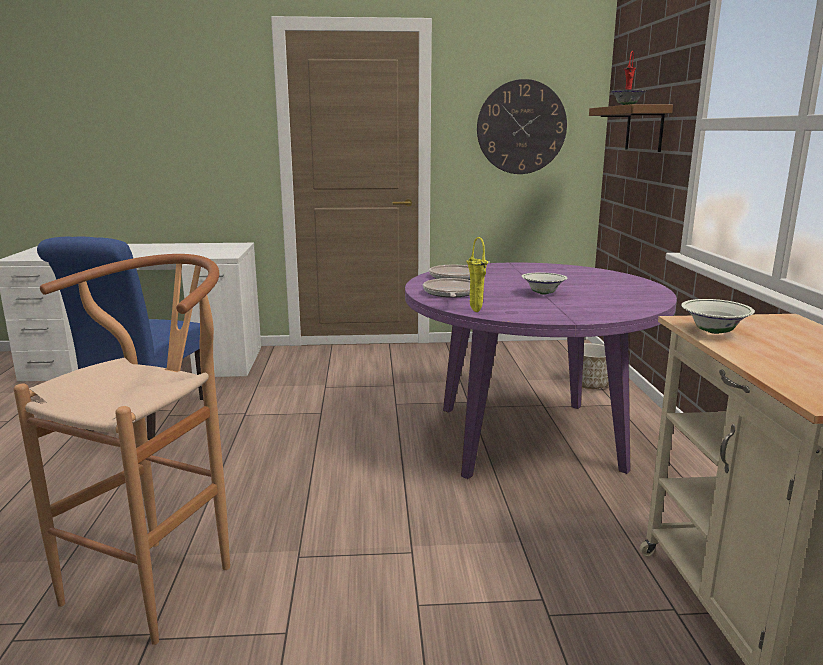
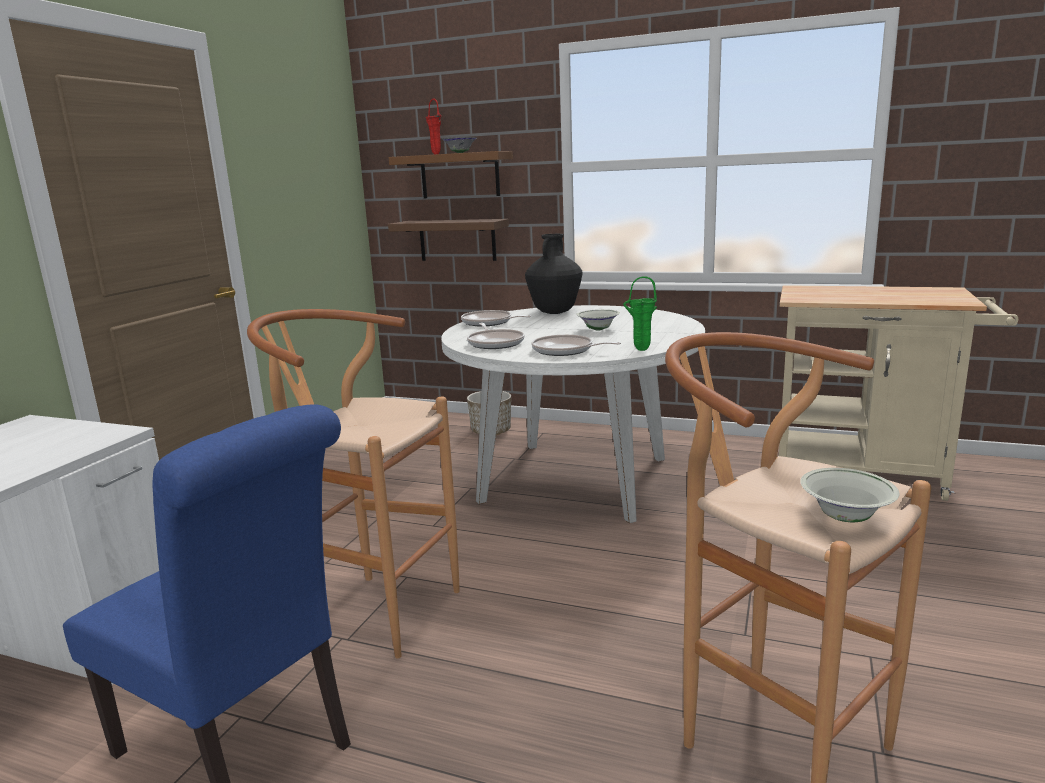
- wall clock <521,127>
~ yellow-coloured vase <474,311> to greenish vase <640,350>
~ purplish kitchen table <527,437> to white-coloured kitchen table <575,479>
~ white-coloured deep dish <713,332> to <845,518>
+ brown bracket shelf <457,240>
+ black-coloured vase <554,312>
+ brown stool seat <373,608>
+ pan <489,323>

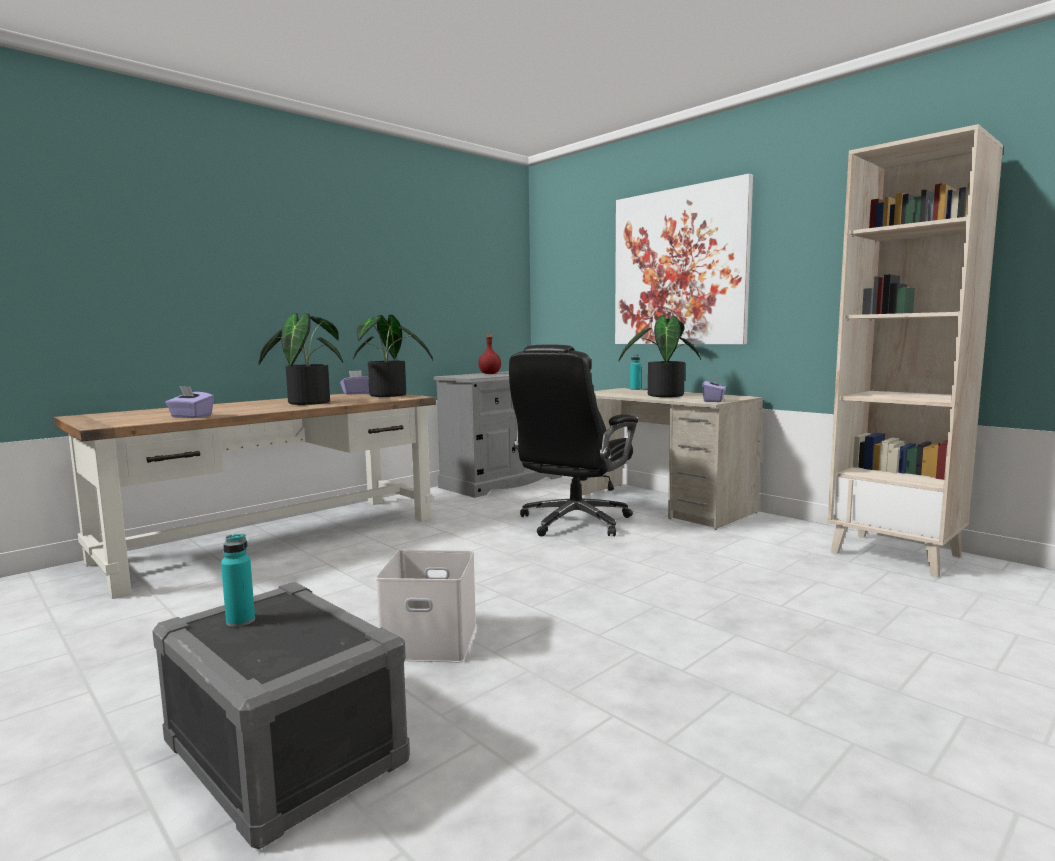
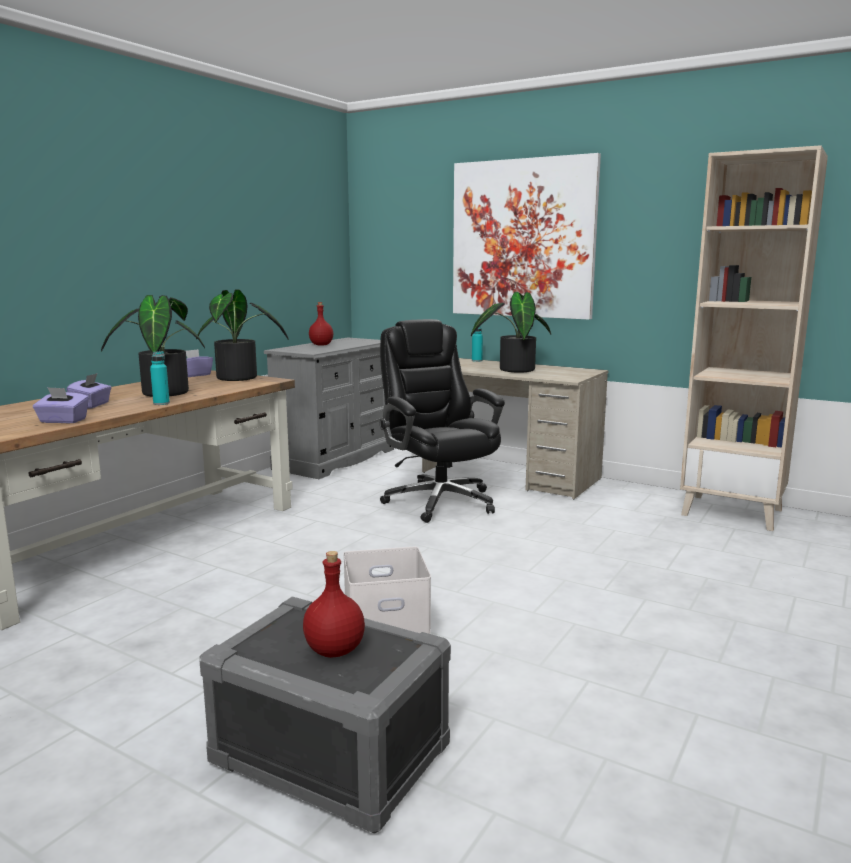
~ black-coloured computer chair <573,522> = <439,501> 135 degrees clockwise
~ purplish box of tissues <713,401> to <91,405>
~ turquoise-coloured bottle <240,621> to <161,403>
+ red bottle <335,650>

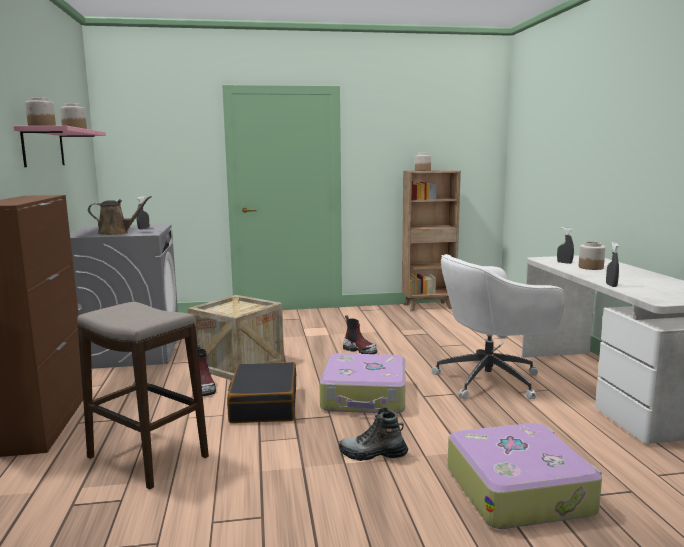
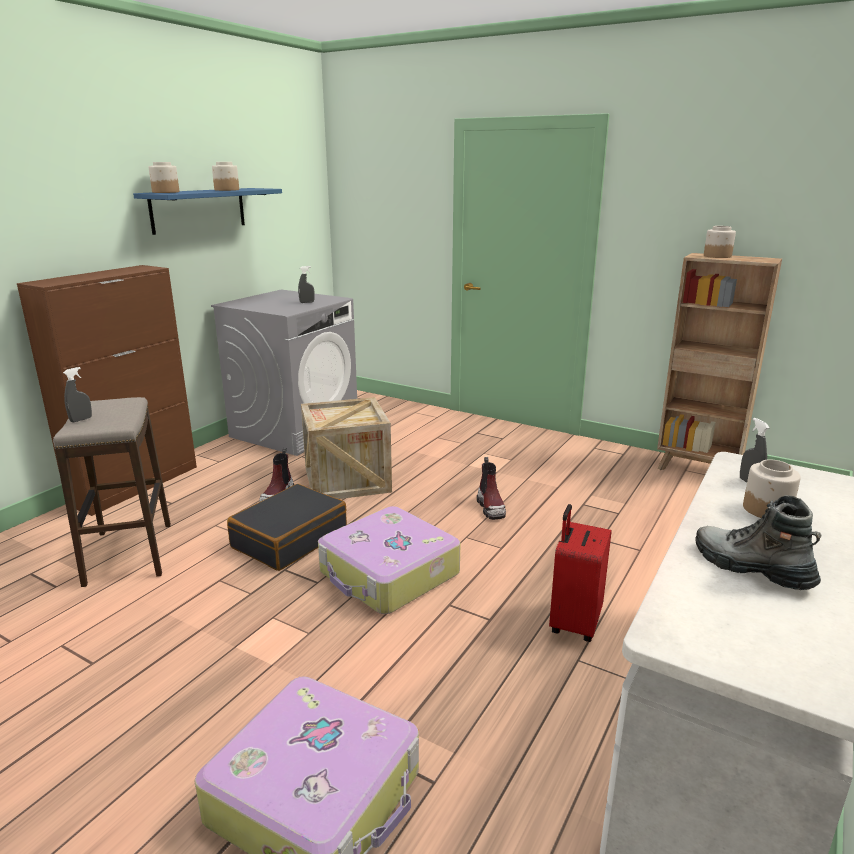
~ pink bracket shelf <43,147> to blue-coloured bracket shelf <198,210>
- brown watering pot <116,233>
~ grey hand sprayer <611,285> to <81,420>
~ white-coloured computer chair <491,380> to red suitcase <573,623>
~ boot <373,454> to <751,568>

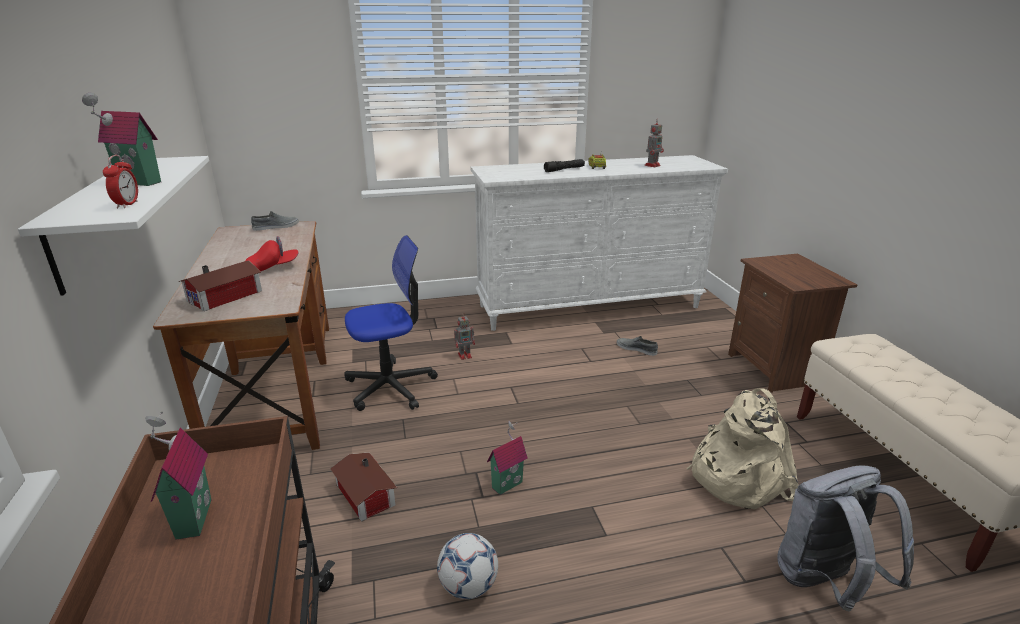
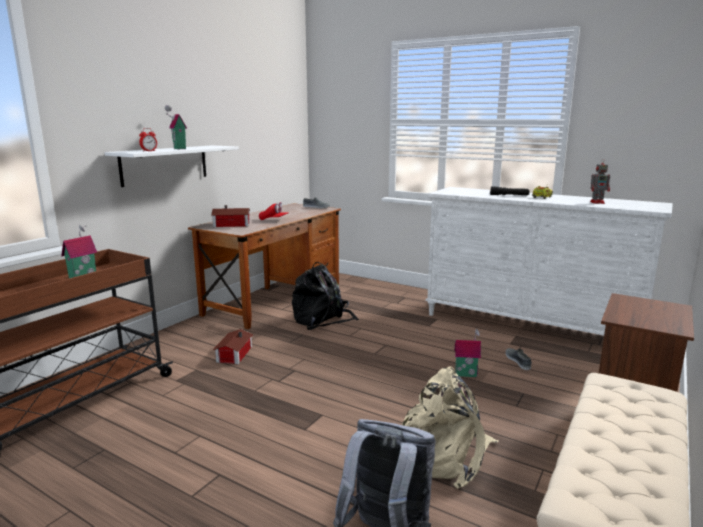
~ computer chair <391,387> to black-coloured rucksack <322,319>
- toy robot <465,355>
~ model house <506,483> to <466,373>
- football <468,586>

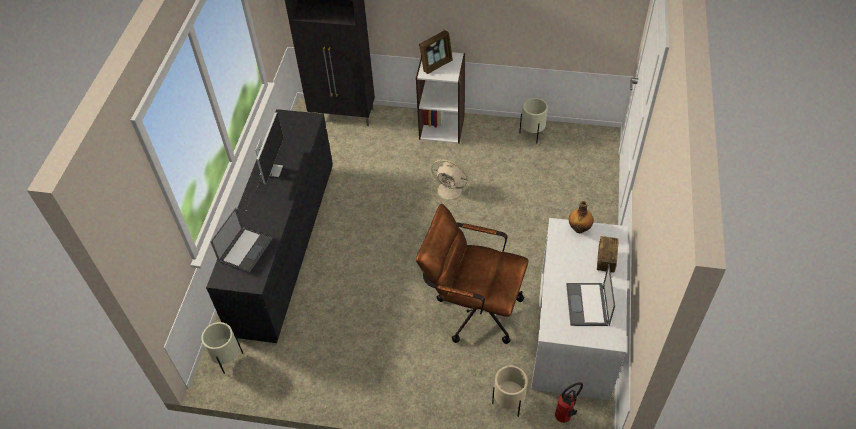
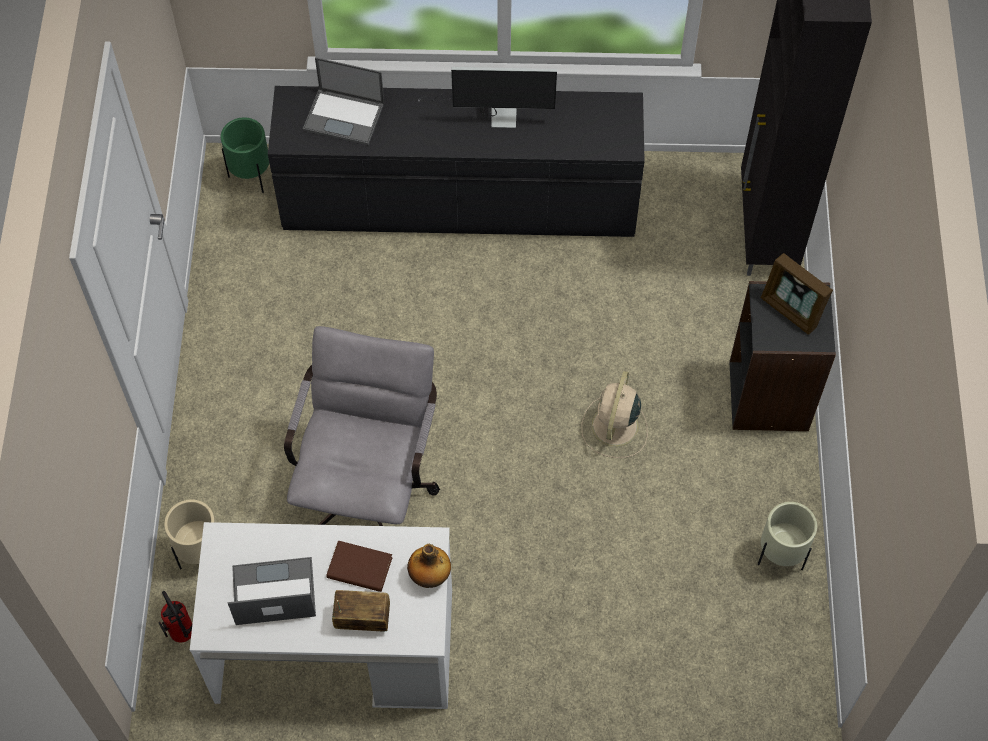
~ white-coloured shelving unit <442,127> to black-coloured shelving unit <769,396>
~ brown computer chair <472,308> to grey computer chair <369,486>
~ beige flower pot <228,360> to greenish flower pot <251,177>
+ brown book <359,568>

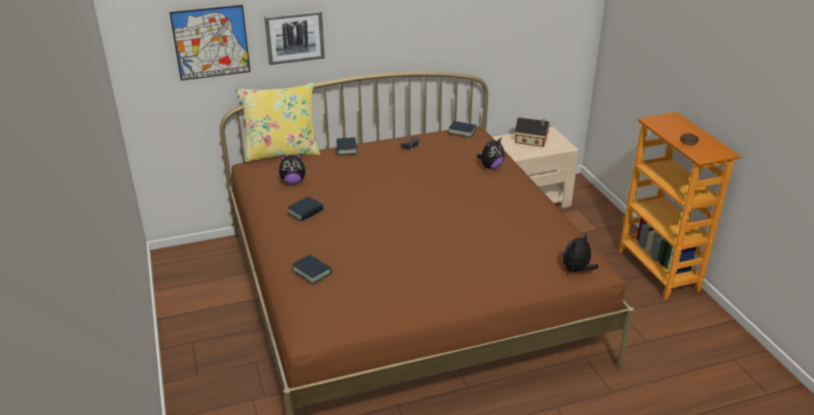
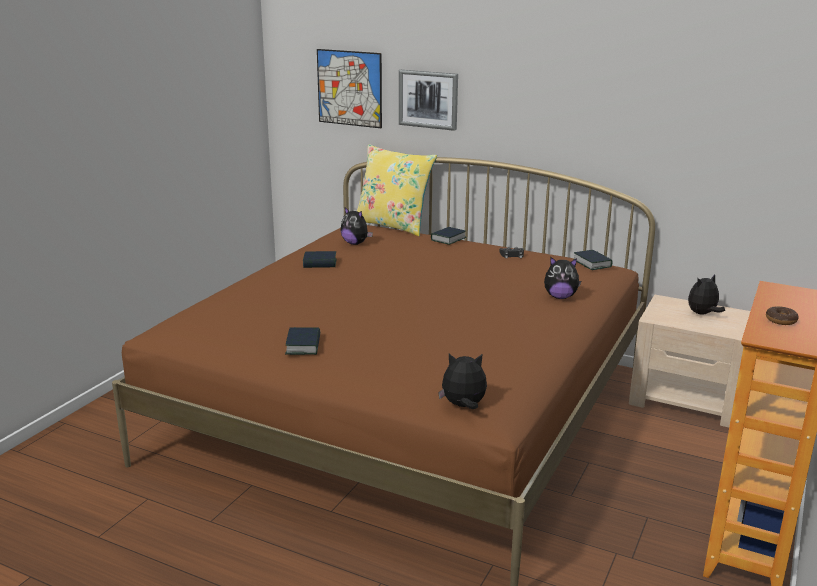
~ model house <532,141> to plush toy <702,314>
~ book <312,272> to <303,345>

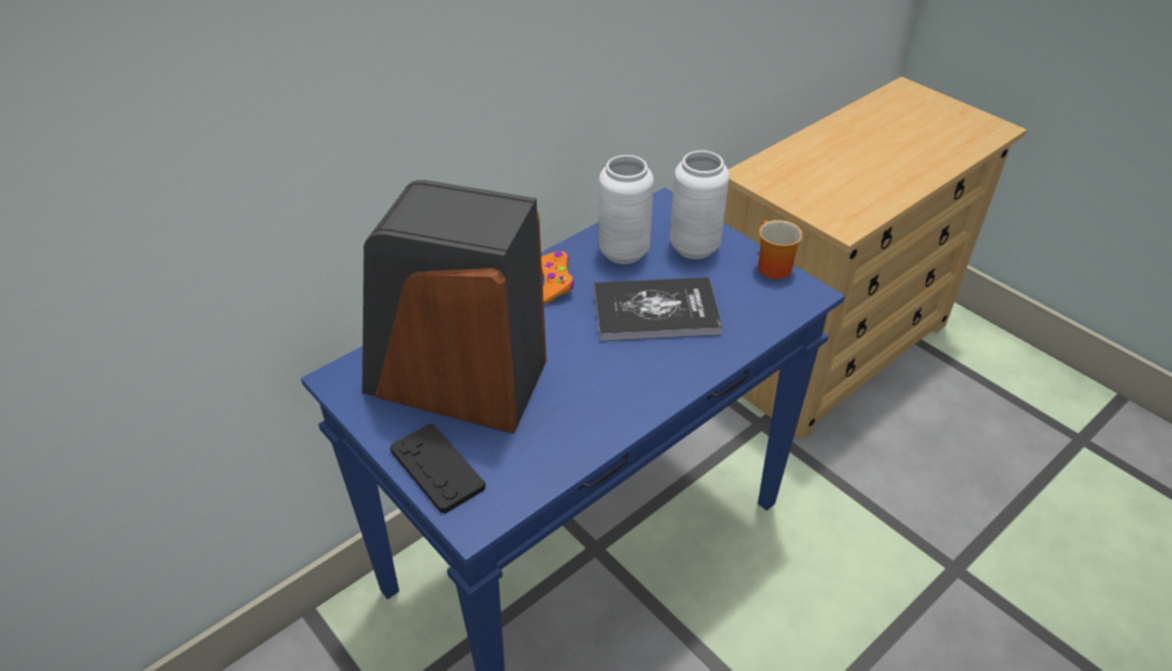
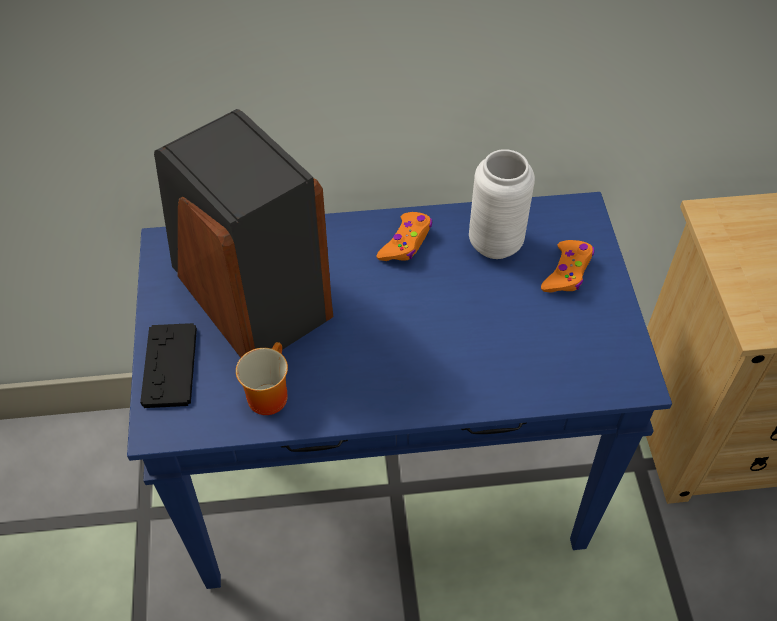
~ white-coloured vase <694,247> to orange-coloured joypad <567,272>
~ mug <770,266> to <266,393>
- book <656,311>

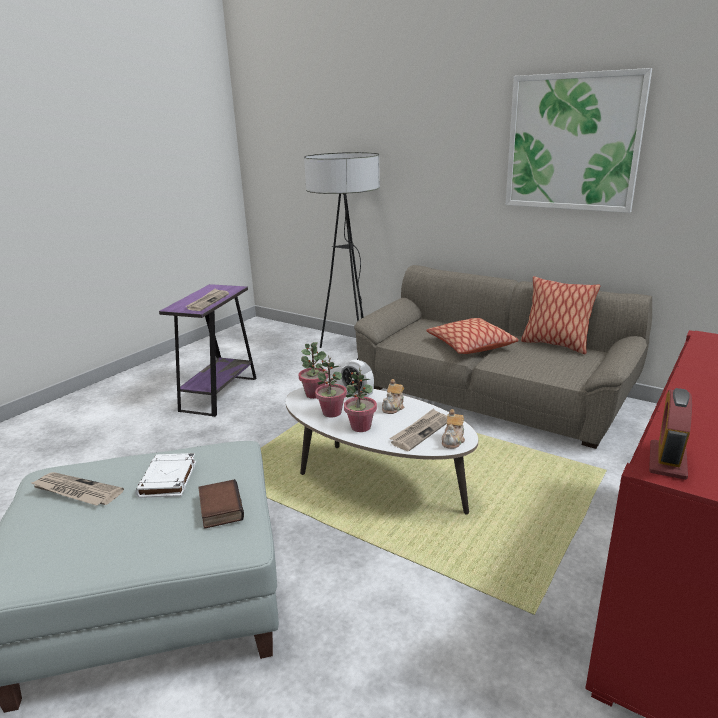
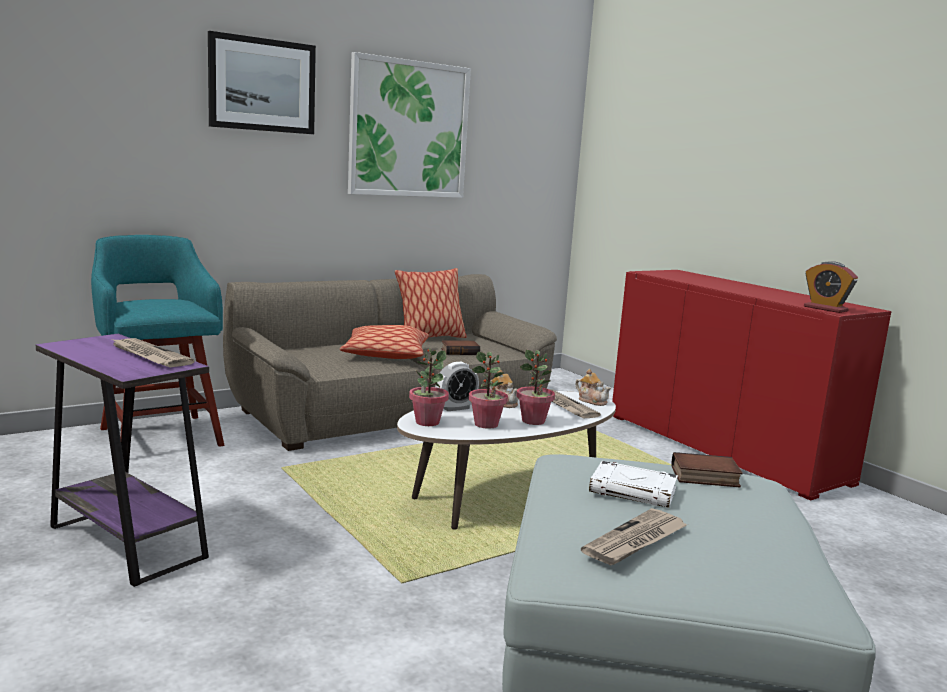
~ standard lamp <349,353> to turquoise-coloured stool seat <160,435>
+ picture <262,85>
+ book <460,351>

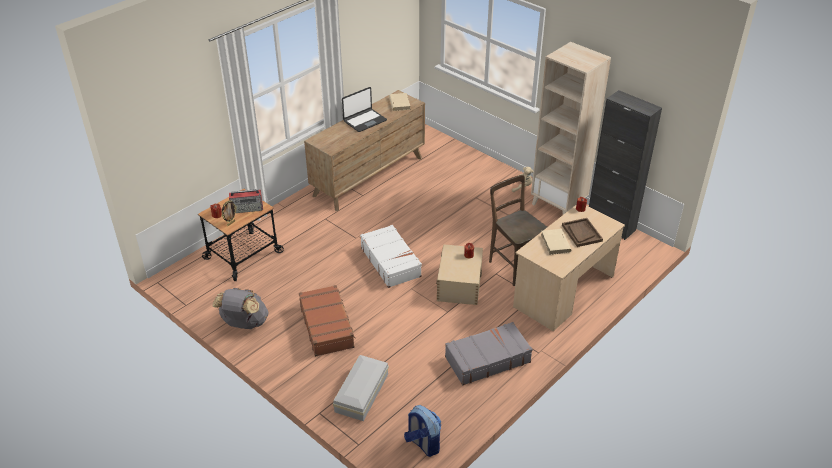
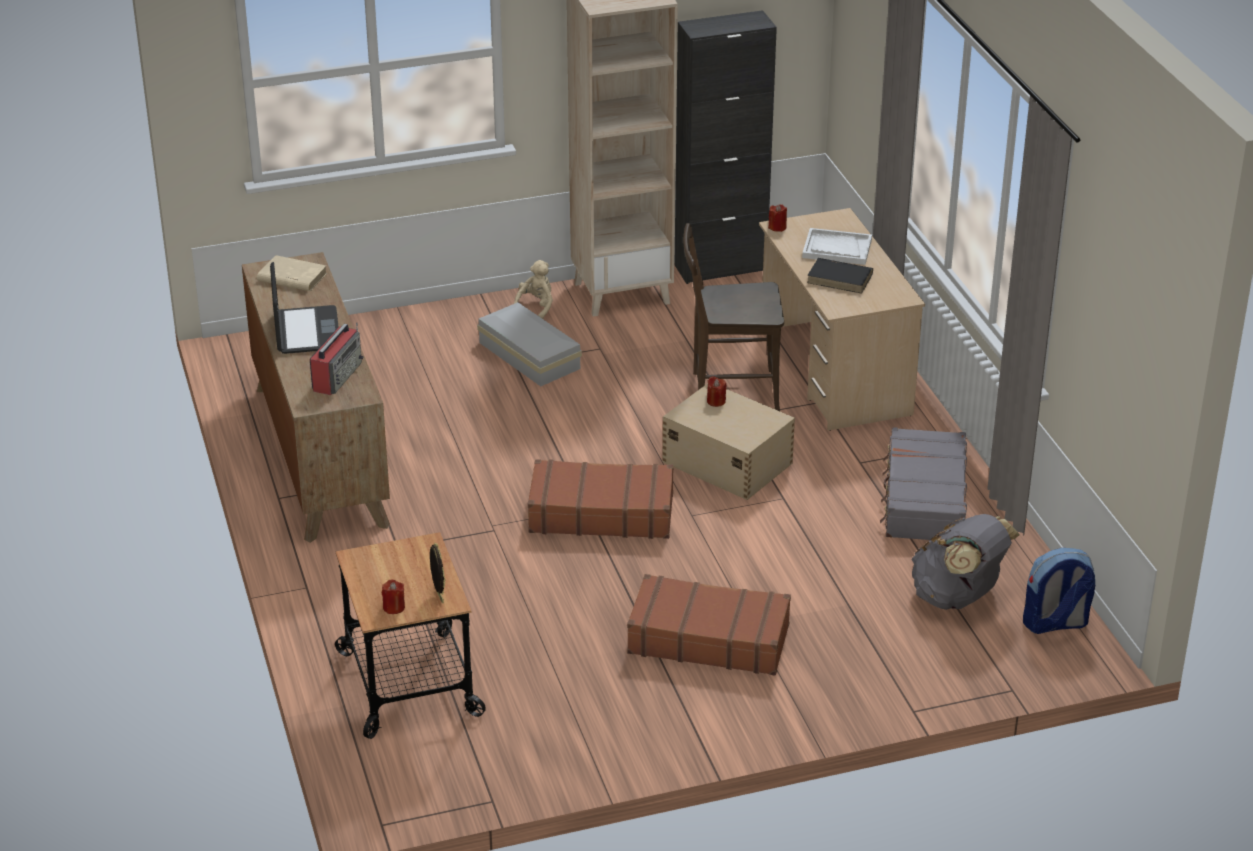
~ radio <247,208> to <337,376>
~ brown serving tray <581,233> to white-coloured serving tray <836,249>
~ white-coloured suitcase <391,262> to brown suitcase <601,513>
~ beige book <556,243> to black-coloured book <840,278>
~ grey rucksack <244,324> to <958,597>
~ white-coloured storage box <363,392> to <529,354>

